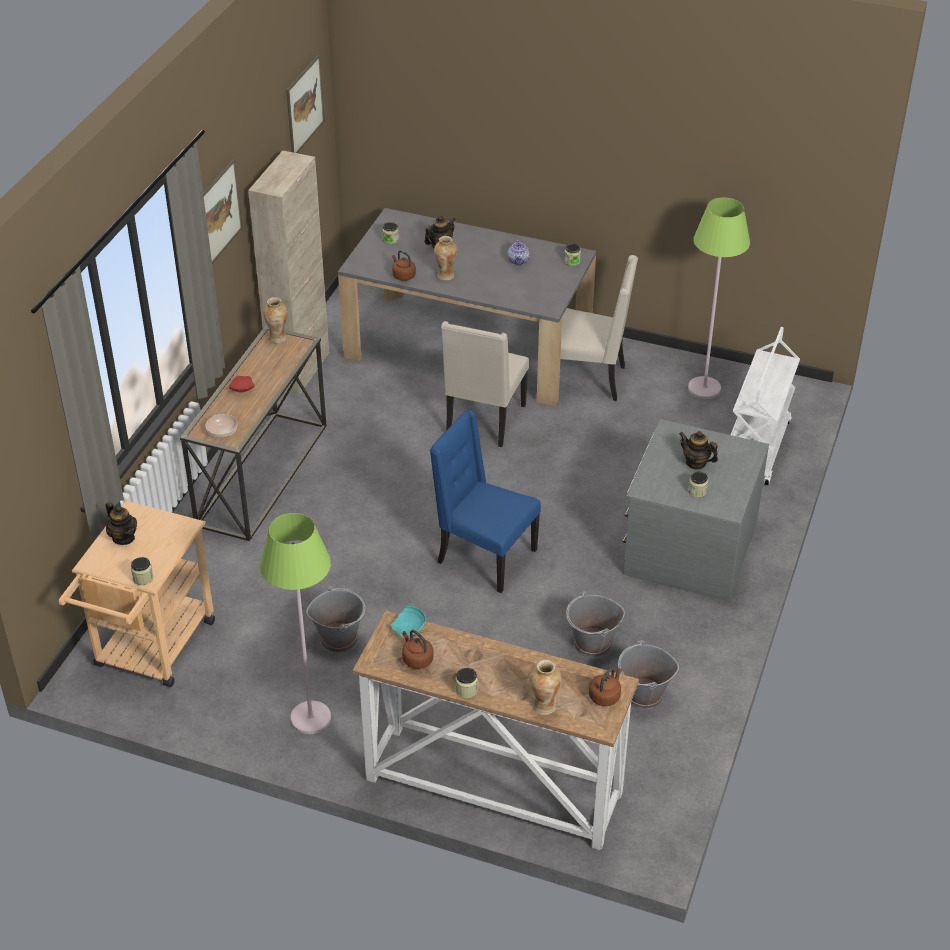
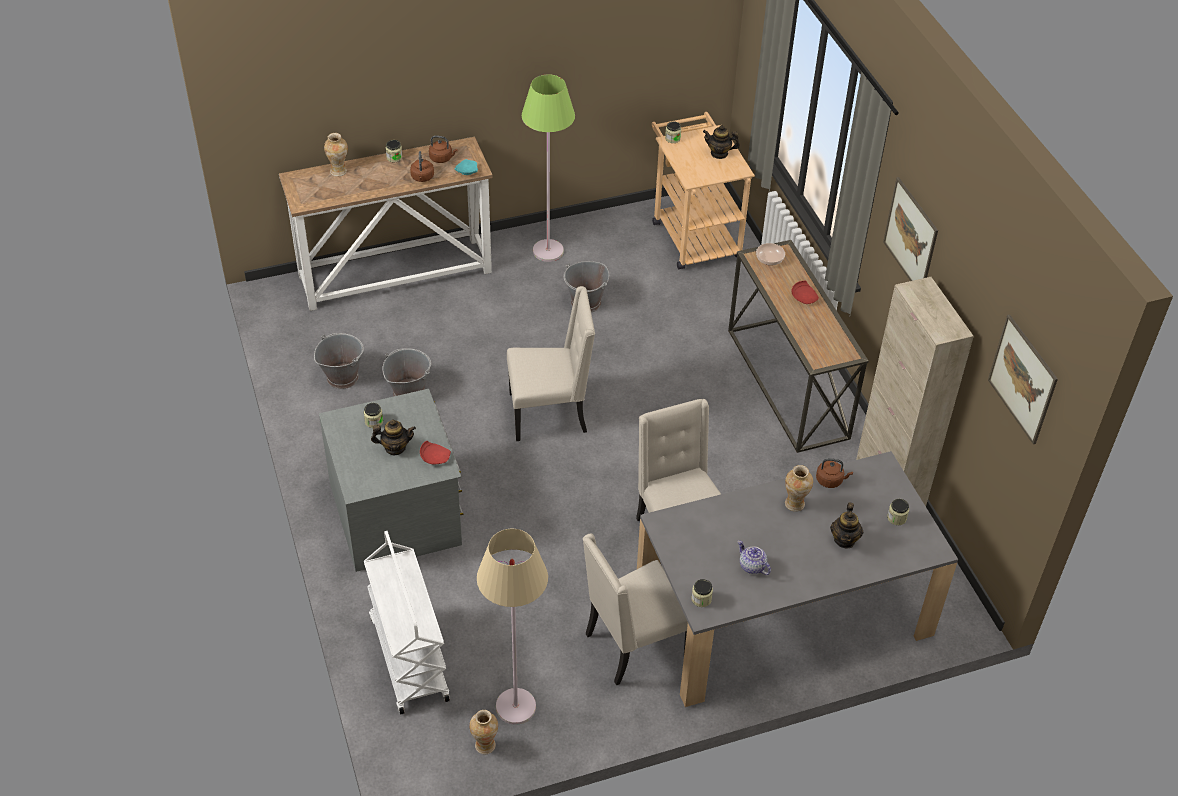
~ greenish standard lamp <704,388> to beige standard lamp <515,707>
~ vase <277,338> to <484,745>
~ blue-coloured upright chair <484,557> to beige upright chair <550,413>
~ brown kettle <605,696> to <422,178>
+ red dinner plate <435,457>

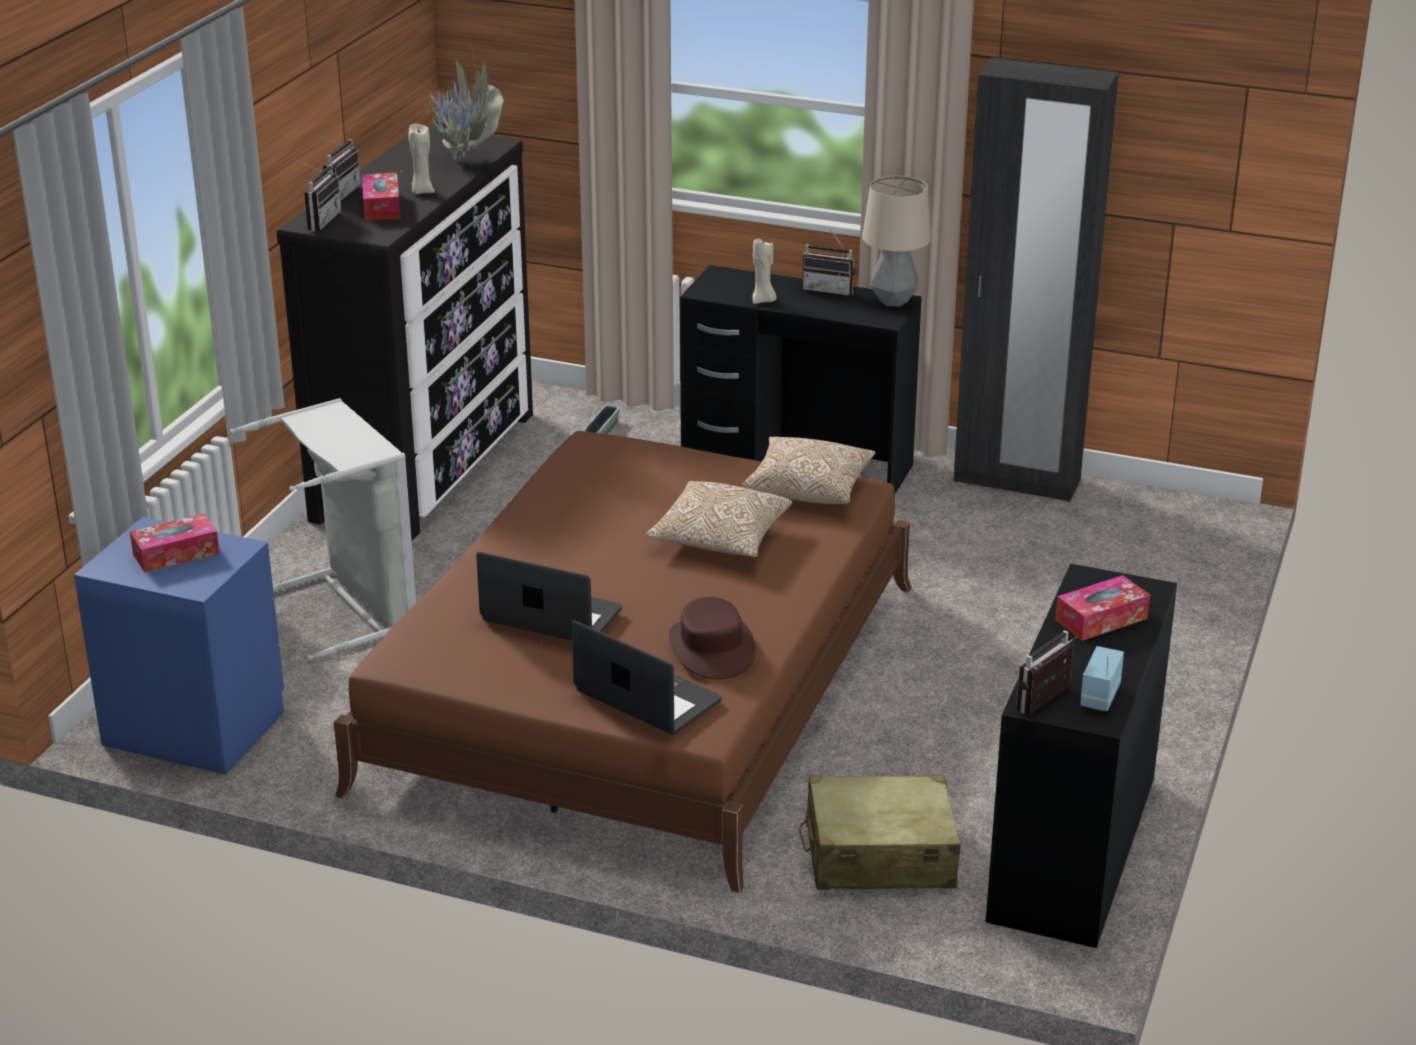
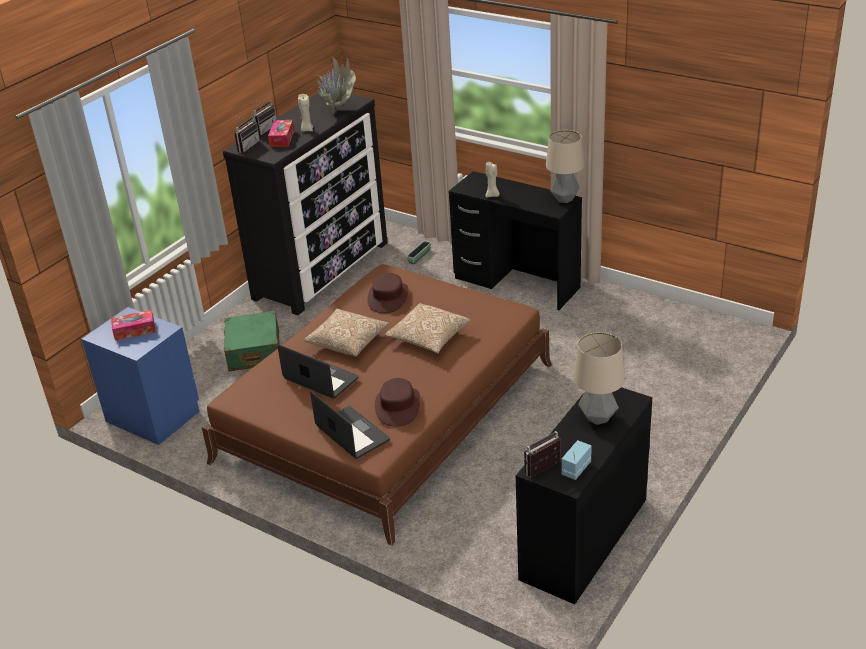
- black-coloured wardrobe <1016,481>
- radio <830,289>
~ grey laundry basket <350,607> to greenish suitcase <254,351>
~ throw pillow <808,488> to <348,342>
~ box of tissues <1101,619> to table lamp <598,417>
- beige suitcase <879,855>
+ brown clothing hat <388,297>

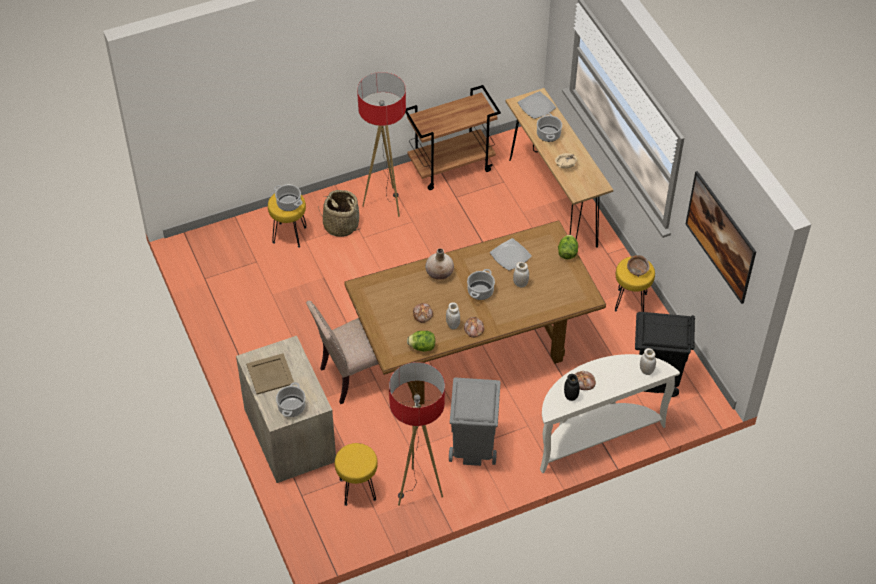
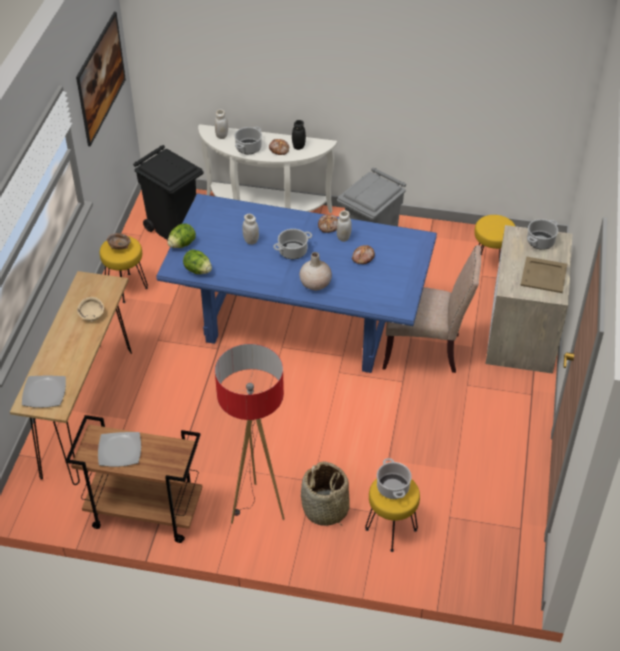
~ stockpot <548,134> to <248,148>
~ brown kitchen table <472,347> to blue-coloured kitchen table <301,321>
~ dinner plate <510,256> to <120,450>
~ lettuce head <422,347> to <198,270>
- standard lamp <417,490>

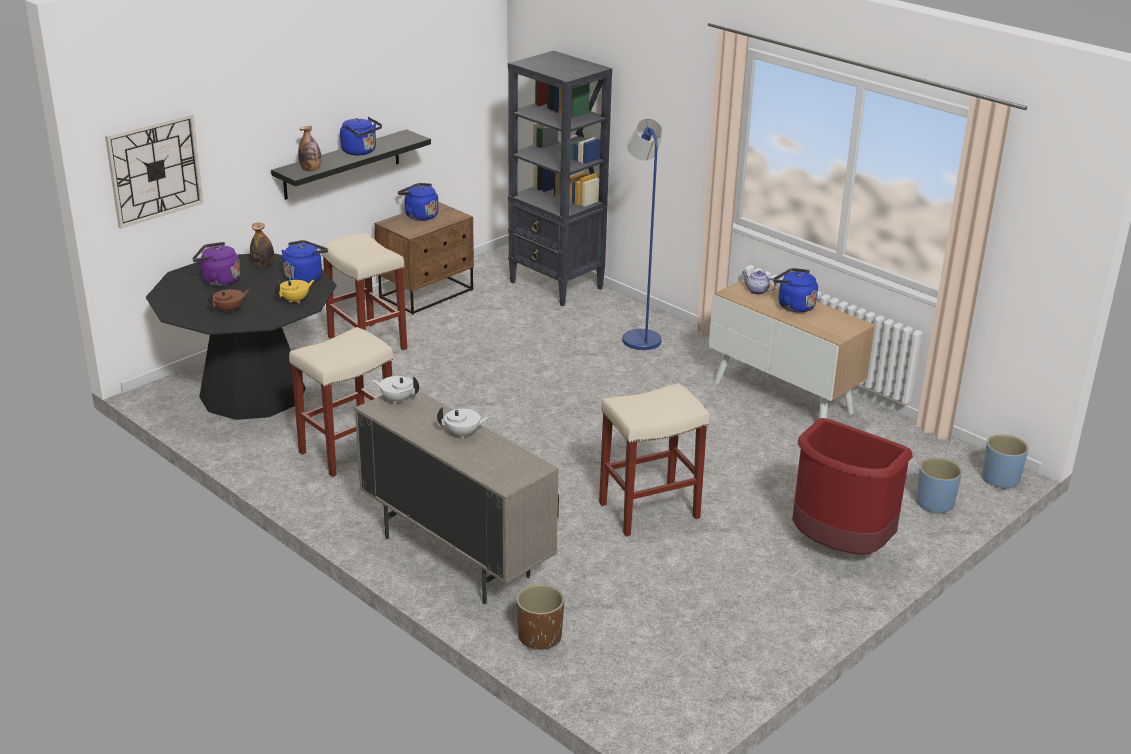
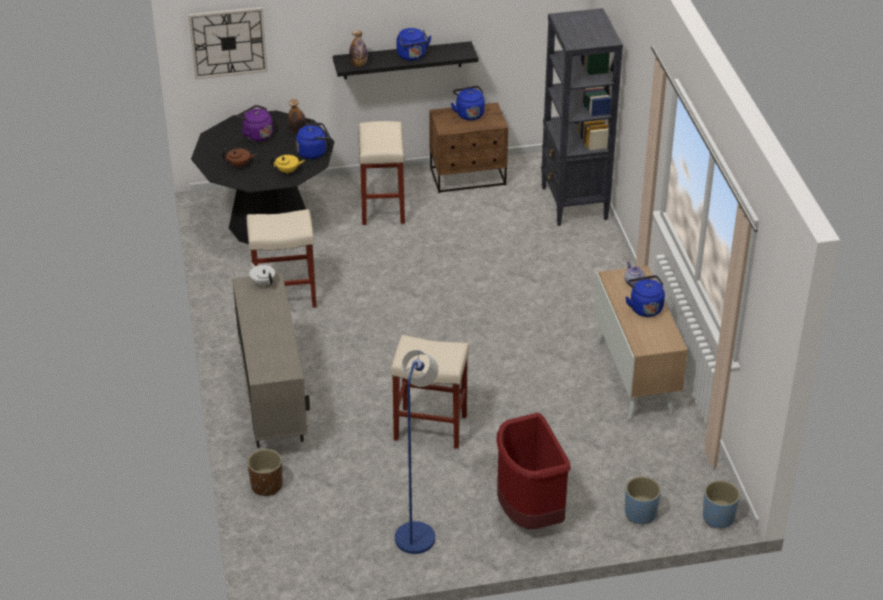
~ blue-coloured standard lamp <639,337> to <417,532>
- white-coloured tea pot <463,434>

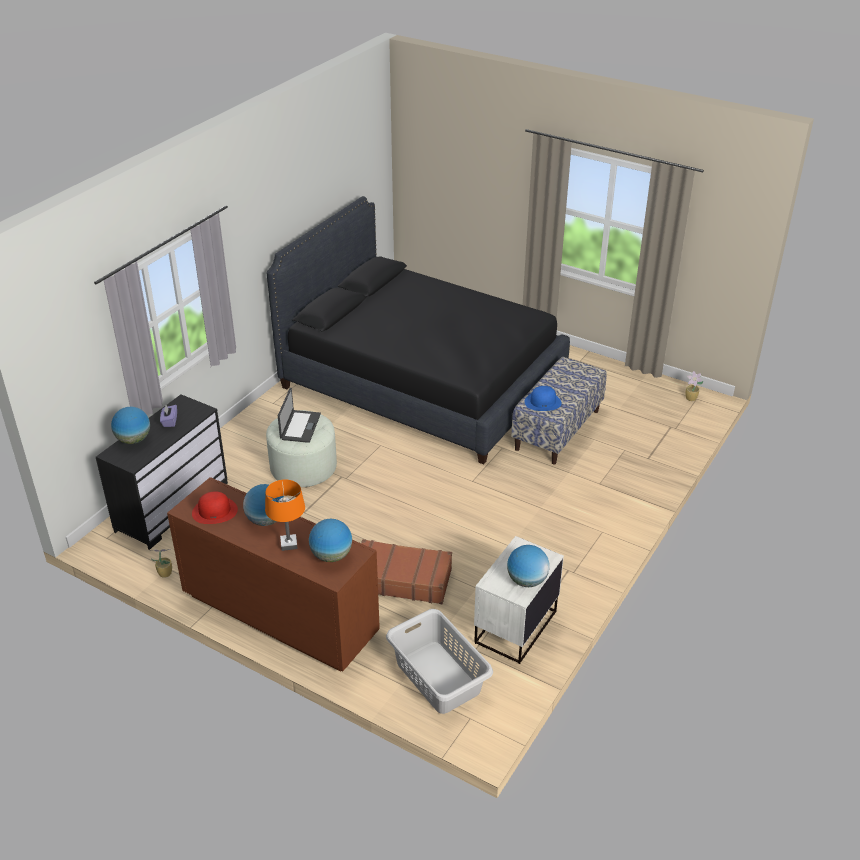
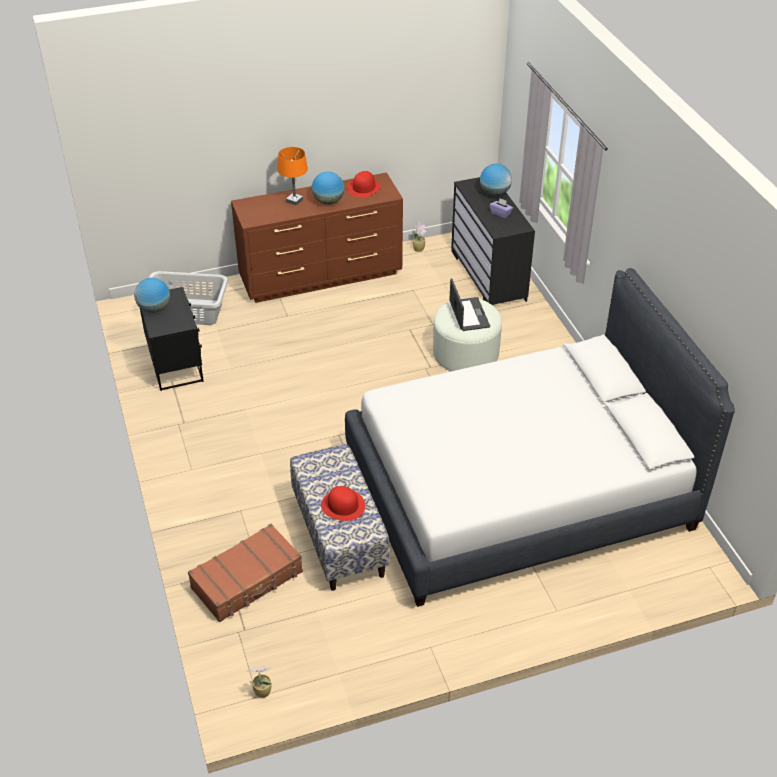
~ black-coloured bedroom bed <422,382> to white-coloured bedroom bed <519,491>
- blue-coloured clothing hat <543,402>
~ laptop <299,426> = <468,314> 150 degrees counterclockwise
- desk globe <331,556>
~ white-coloured bedside table <514,627> to black-coloured bedside table <176,364>
~ brown suitcase <401,579> to <247,580>
+ red clothing hat <343,505>

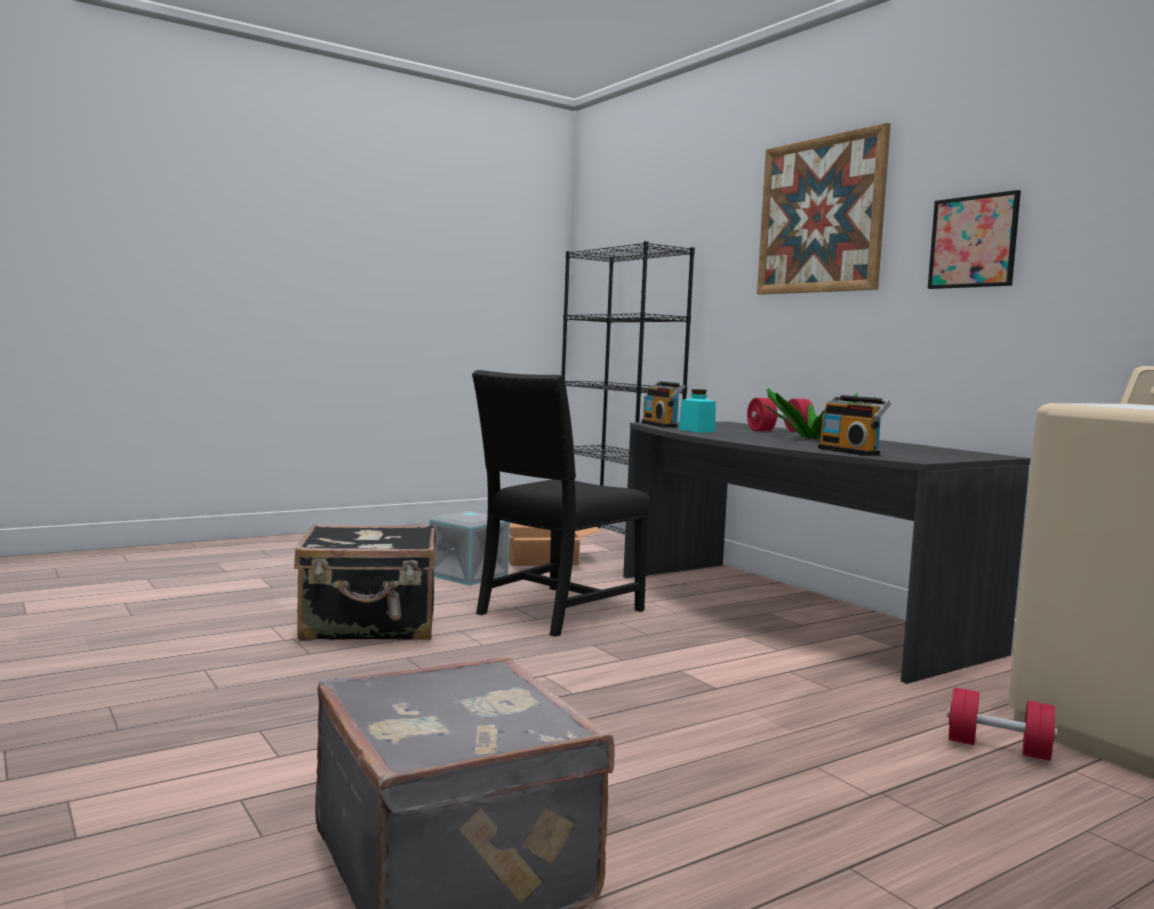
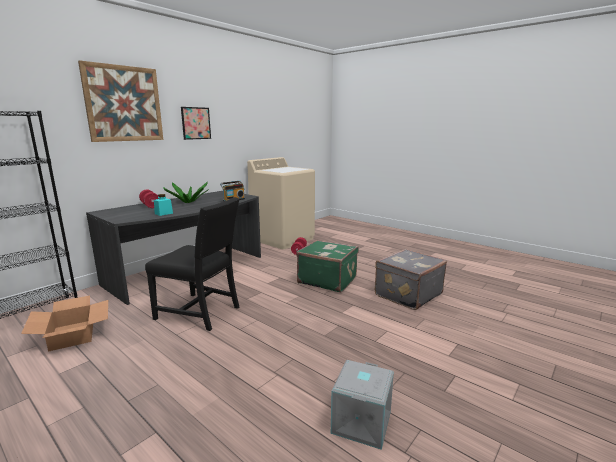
- radio <661,425>
~ grey storage box <469,575> to <360,421>
- black-coloured suitcase <370,626>
+ greenish suitcase <327,280>

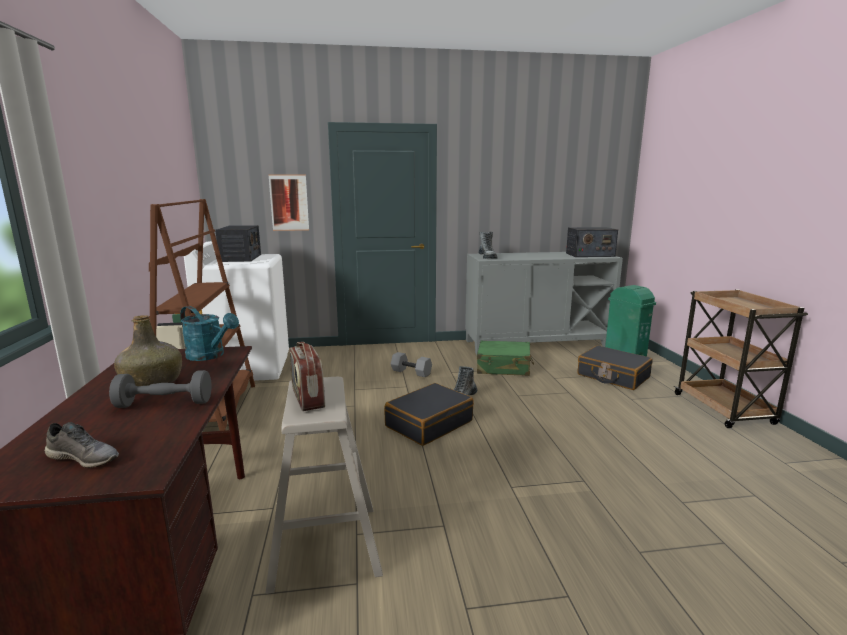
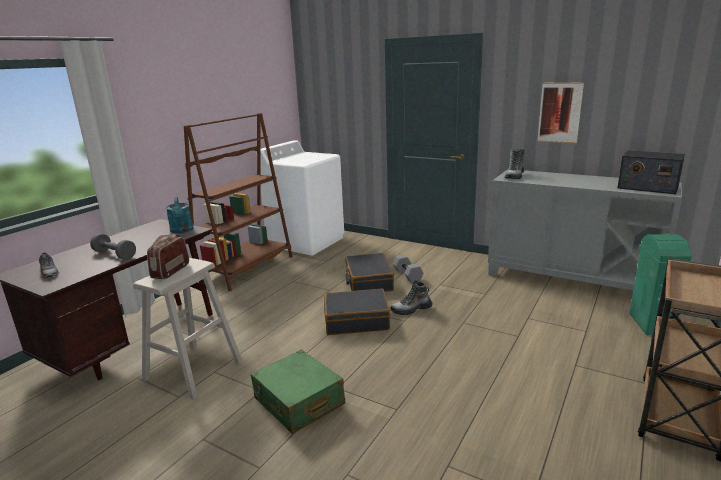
~ picture <289,202> to <559,112>
- radio <241,258>
- greenish bottle <153,382>
~ greenish suitcase <504,367> to <299,402>
~ black-coloured suitcase <613,376> to <368,281>

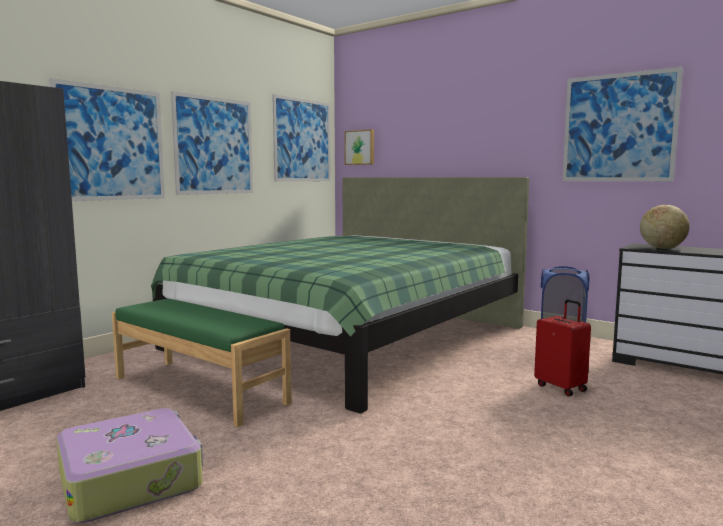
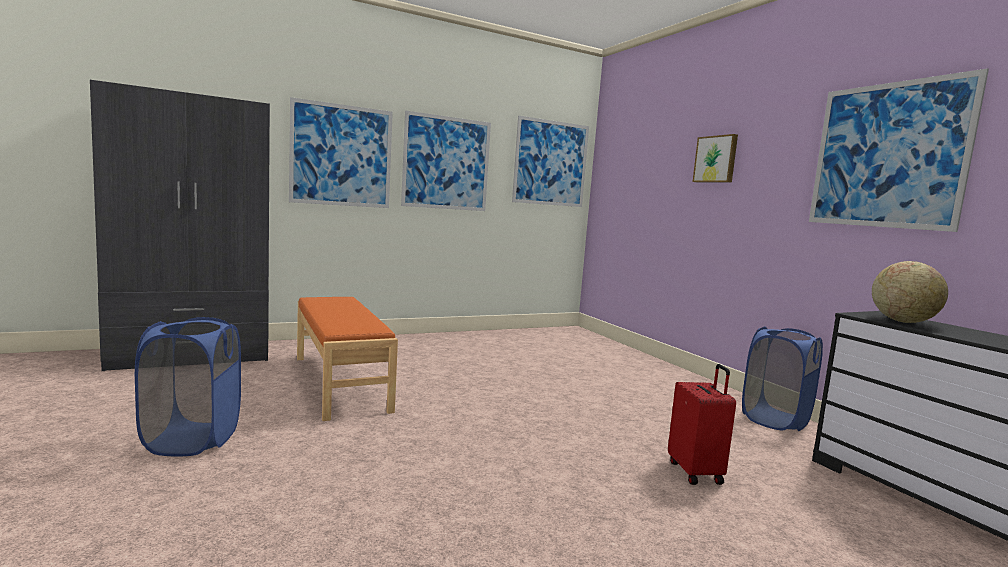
~ picture <360,147> to <716,159>
- greenish bedroom bed <349,337>
~ greenish long seat <199,390> to orange-coloured long seat <341,382>
~ suitcase <131,479> to blue-coloured laundry basket <192,439>

